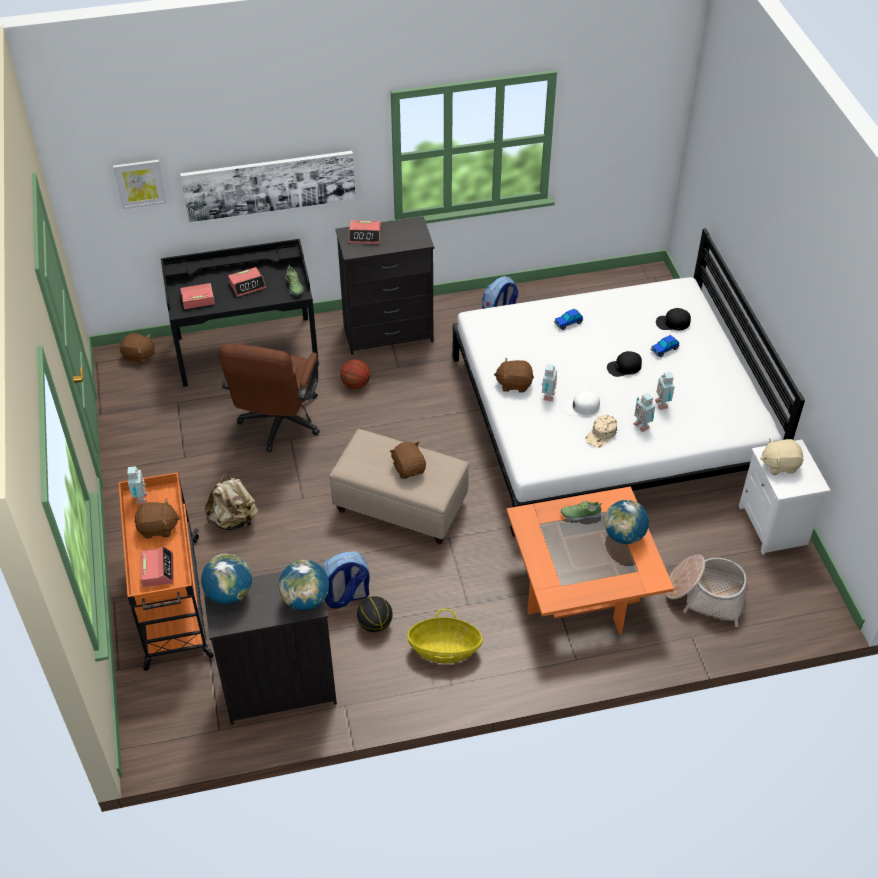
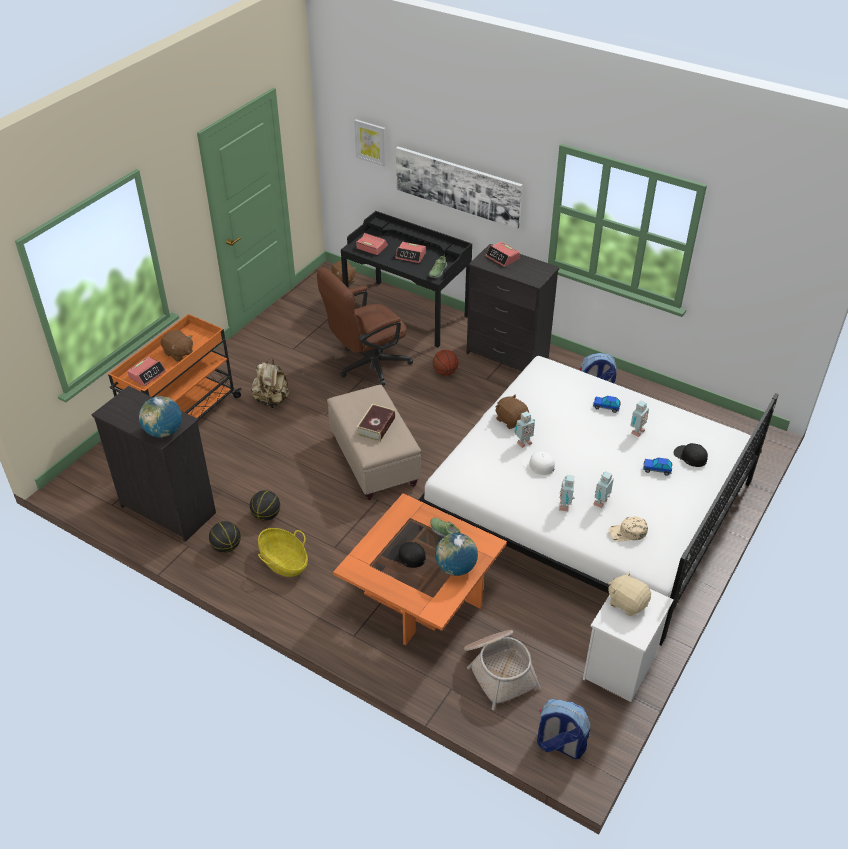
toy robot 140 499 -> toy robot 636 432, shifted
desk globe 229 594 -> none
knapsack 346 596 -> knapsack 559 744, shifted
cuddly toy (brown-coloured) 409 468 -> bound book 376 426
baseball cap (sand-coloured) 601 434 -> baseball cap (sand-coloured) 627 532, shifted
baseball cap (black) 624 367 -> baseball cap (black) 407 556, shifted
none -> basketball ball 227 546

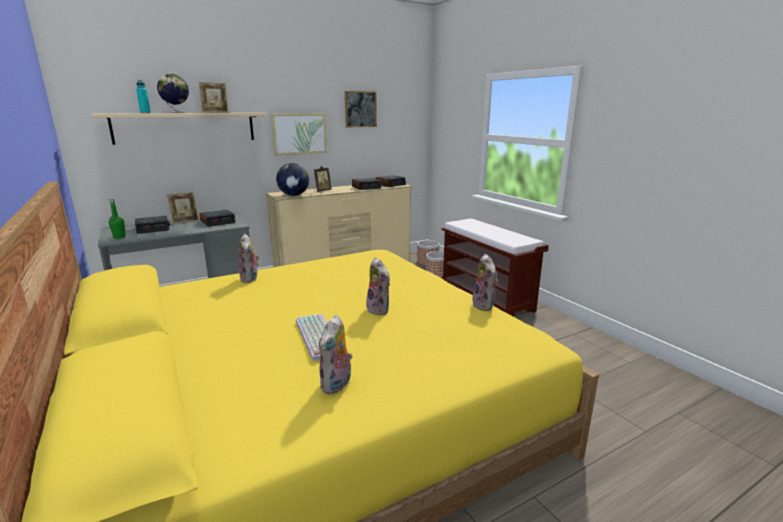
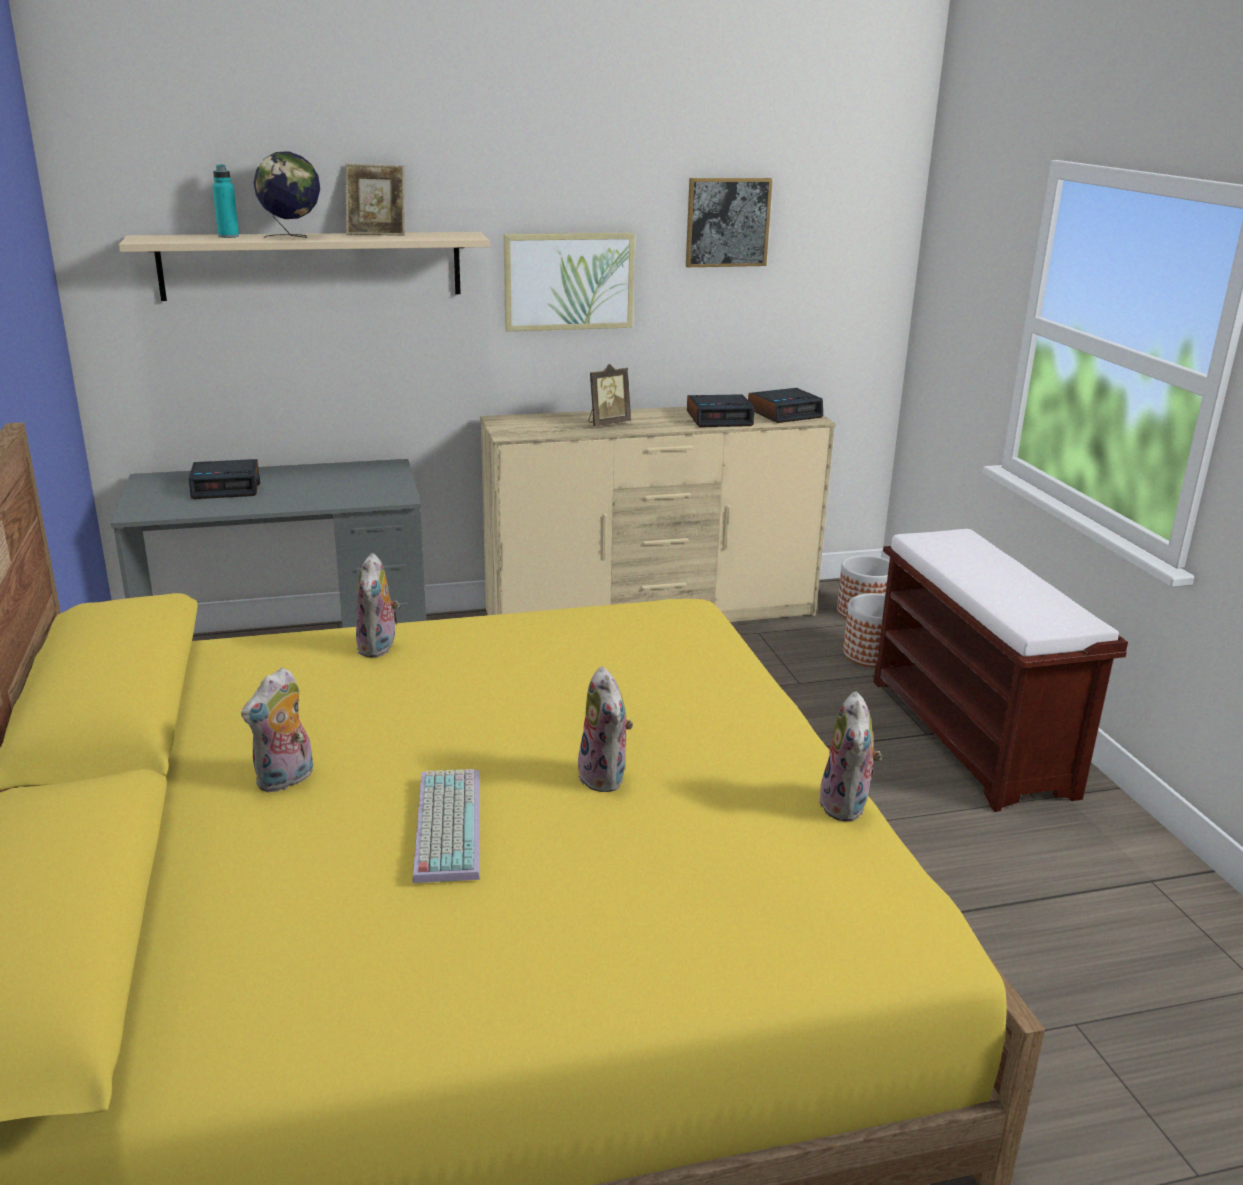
bottle (green) 119 237 -> none
photo frame 185 221 -> none
alarm clock 218 222 -> none
desk globe 294 195 -> none
cuddly toy 337 385 -> cuddly toy 286 780, shifted

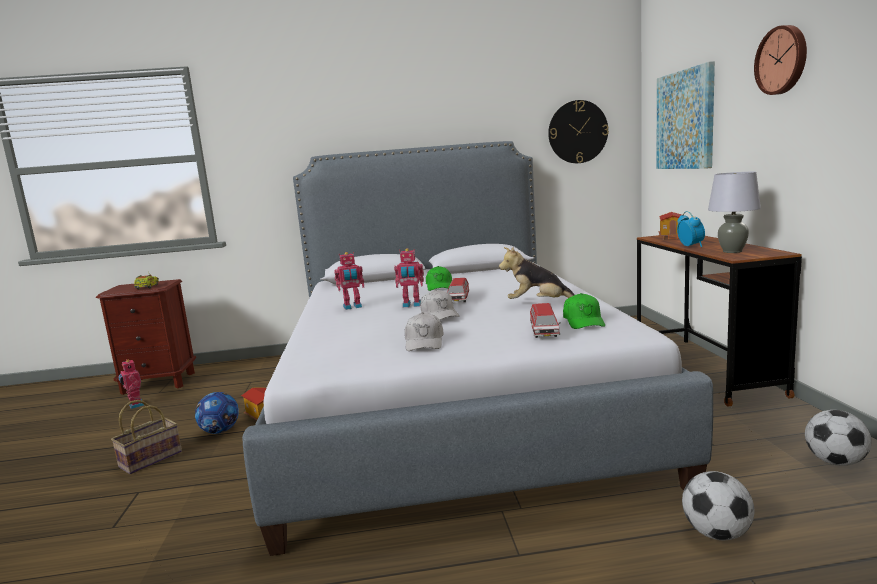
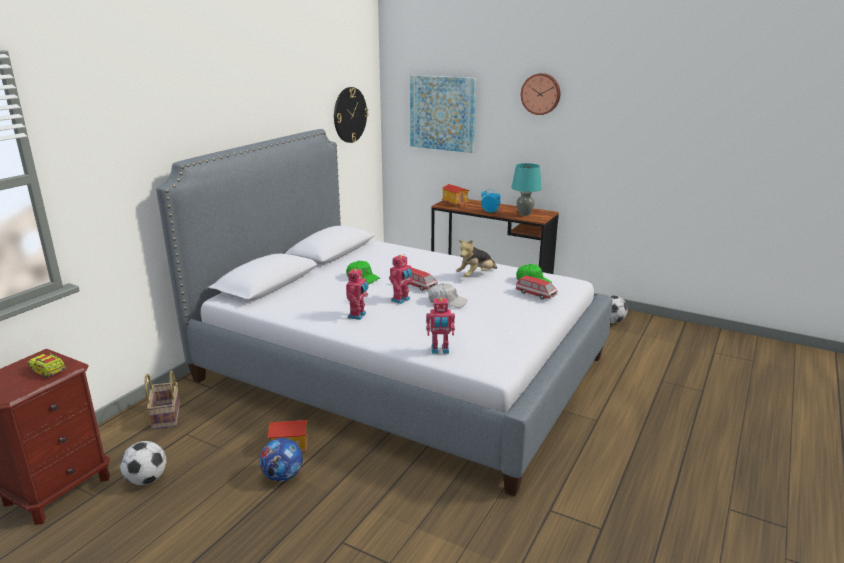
basket 151 458 -> basket 165 415, shifted
toy robot 135 405 -> toy robot 440 350, shifted
baseball cap (white) 424 342 -> none
football ball 716 533 -> football ball 146 480, shifted
lamp for a table (gray) 732 251 -> lamp for a table (turquoise-coloured) 524 214

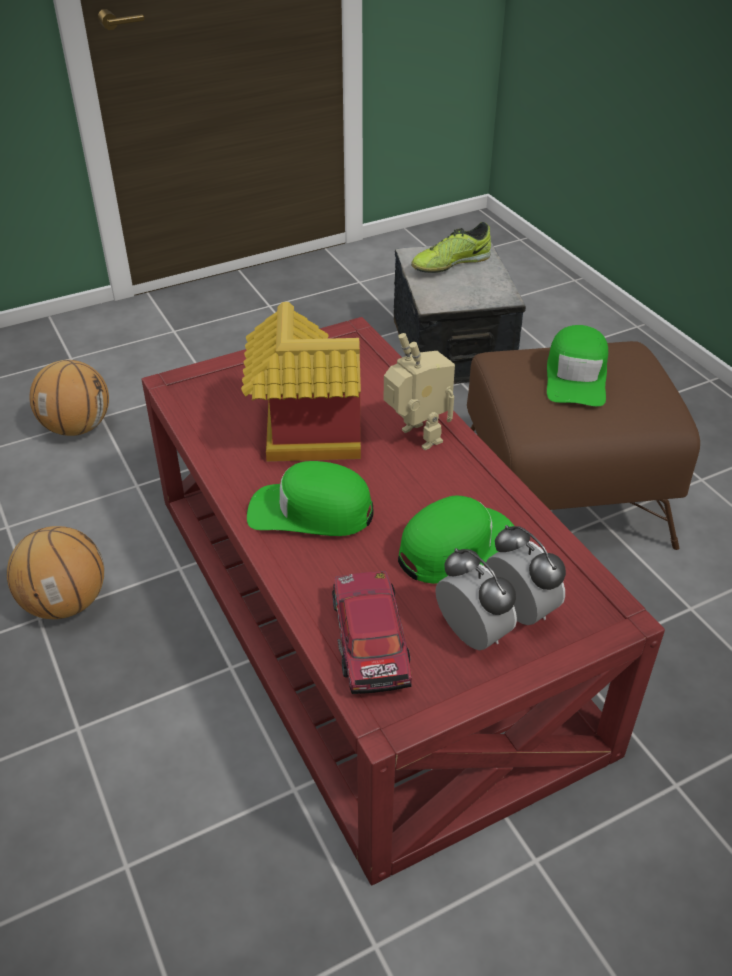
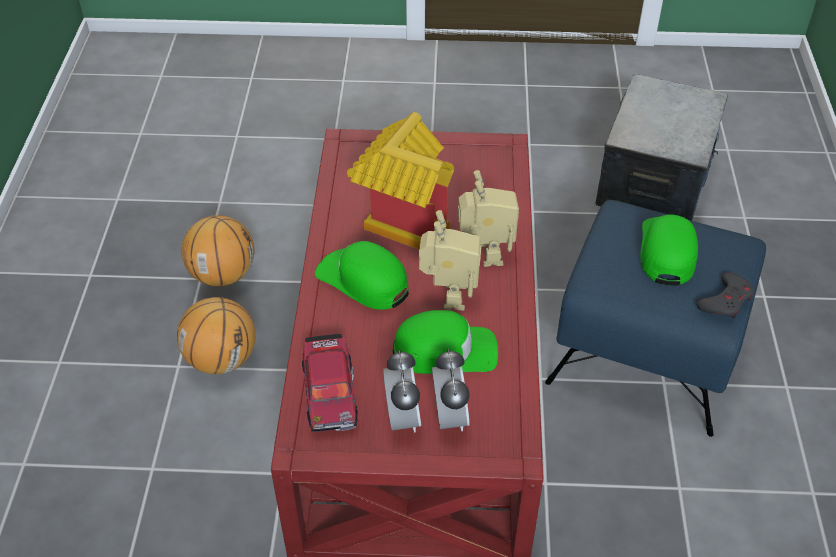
basketball ball 77 427 -> basketball ball 222 359, shifted
miniature car 369 642 -> miniature car 330 390, 150 degrees clockwise
low shoe 450 264 -> none
footrest (brown-coloured) 564 495 -> footrest (blue-coloured) 648 349
baseball cap (green) 576 376 -> baseball cap (green) 667 252, 150 degrees clockwise
none -> toy robot 448 296
none -> gamepad (gray) 726 300

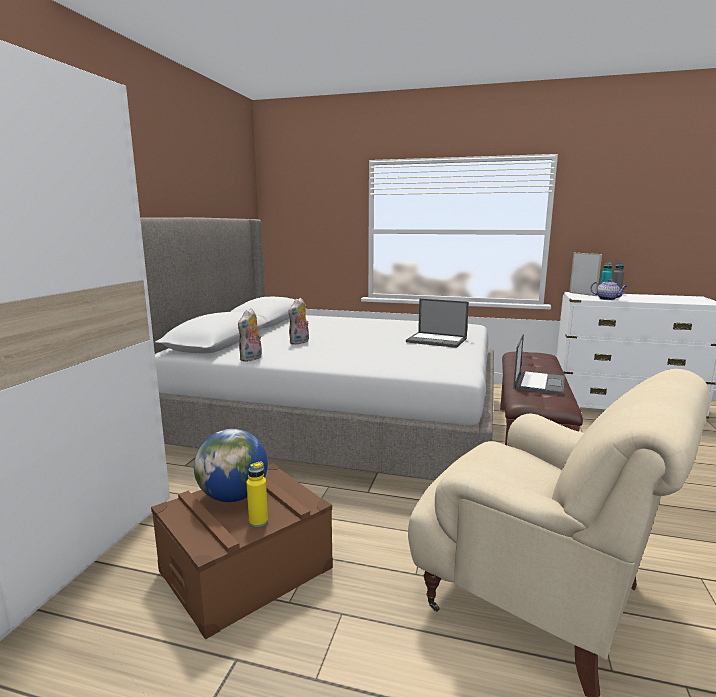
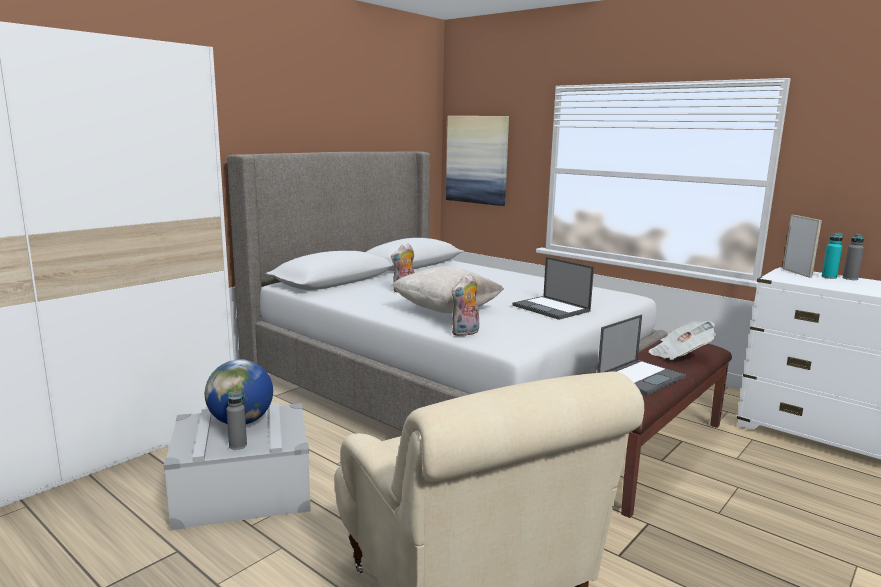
storage bin (brown-coloured) 246 569 -> storage bin (gray) 243 491
cuddly toy 251 359 -> cuddly toy 465 333, shifted
bottle (yellowish) 258 521 -> bottle (gray) 238 445
teapot 607 299 -> none
none -> throw pillow (sand-coloured) 446 311
none -> wall picture 477 160
none -> newspaper 680 355

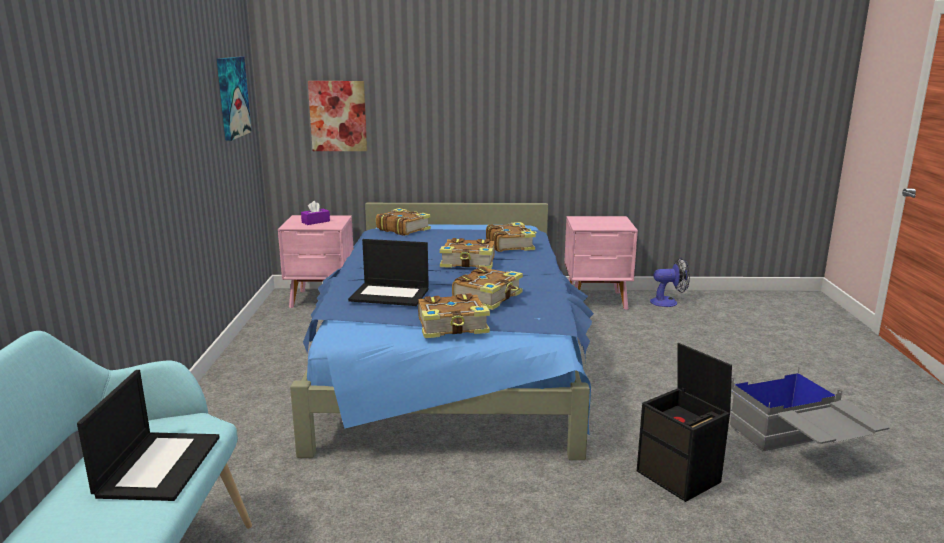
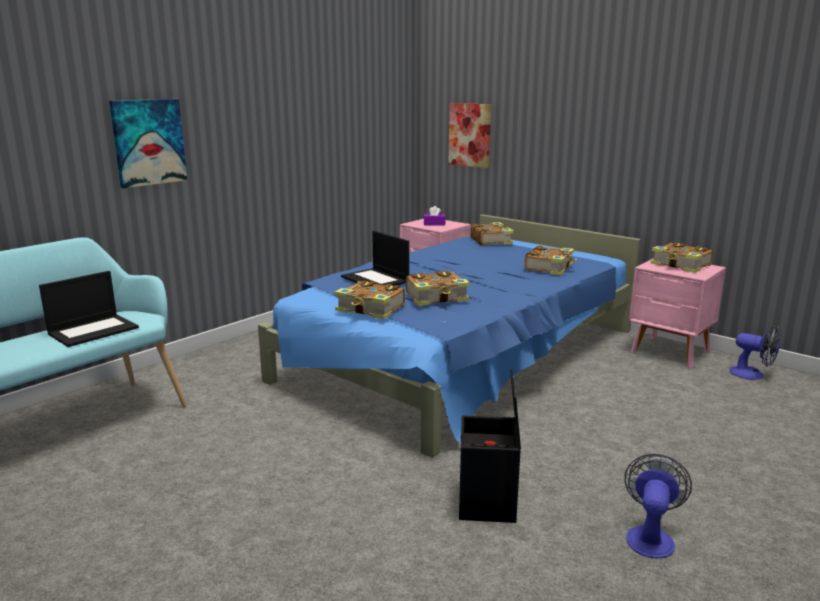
wall picture 232 97 -> wall picture 148 142, shifted
bound book 469 263 -> bound book 681 265, shifted
storage bin (gray) 799 448 -> electric fan 650 536

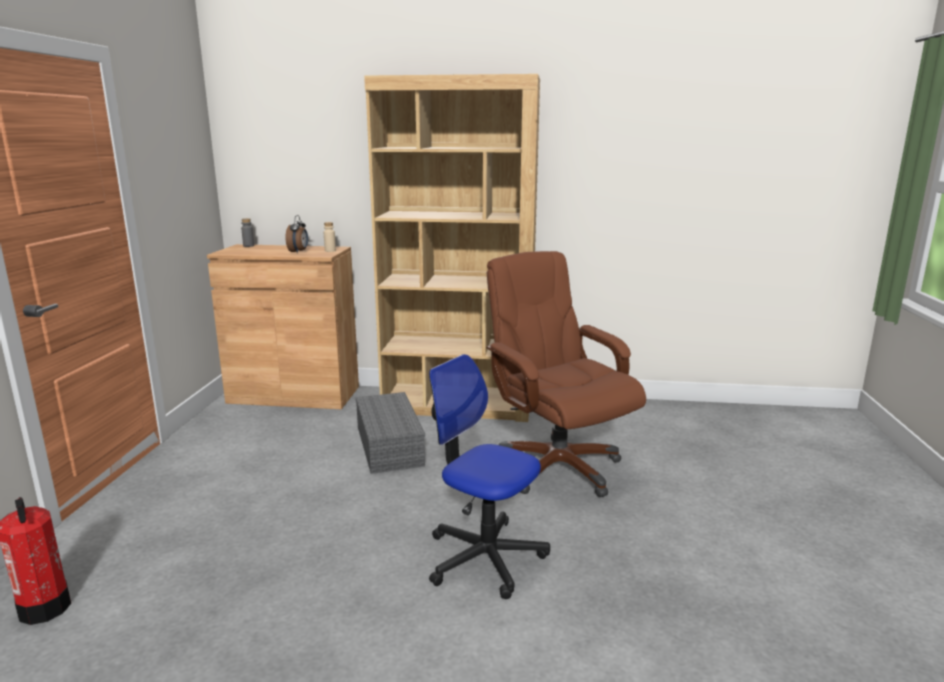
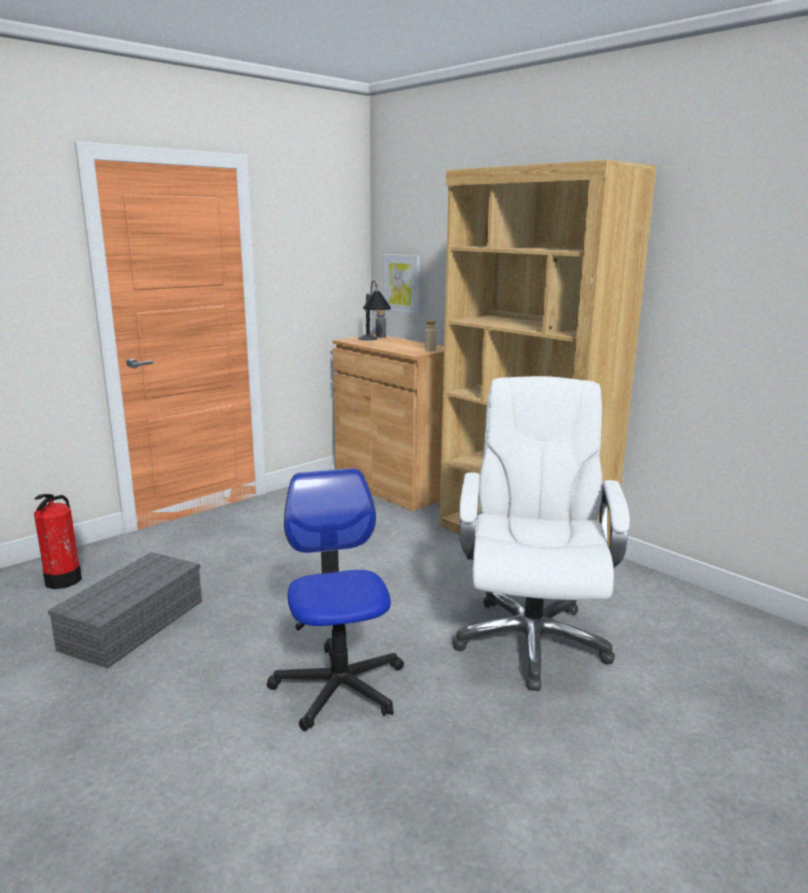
alarm clock 298 252 -> none
storage bin (gray) 388 445 -> storage bin (gray) 133 623, shifted
desk chair (brown-coloured) 557 467 -> desk chair (white) 531 640
none -> lamp for a table 373 342
none -> wall picture 402 284

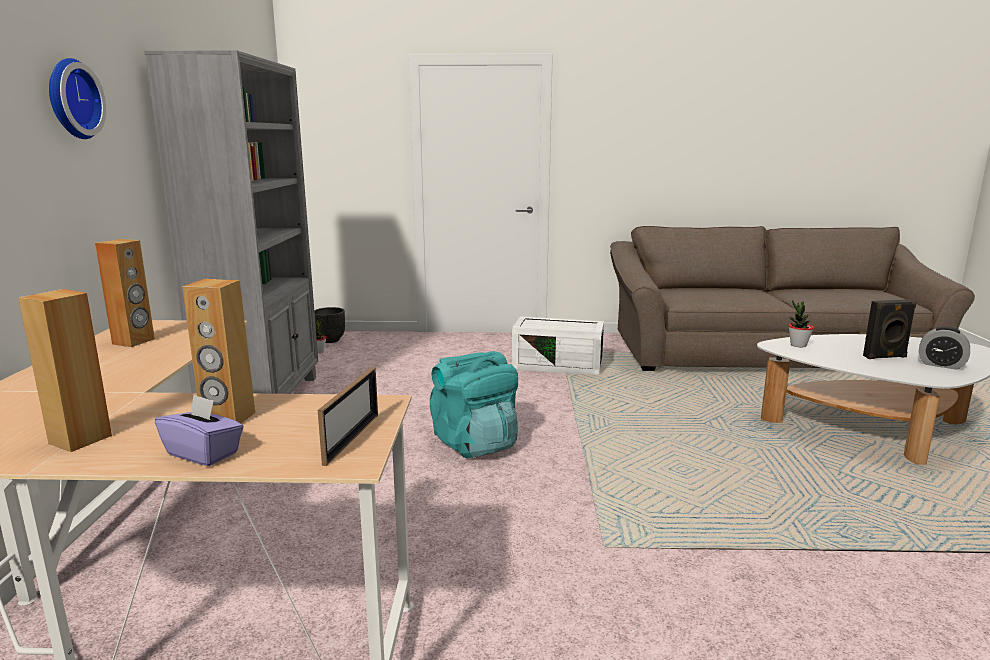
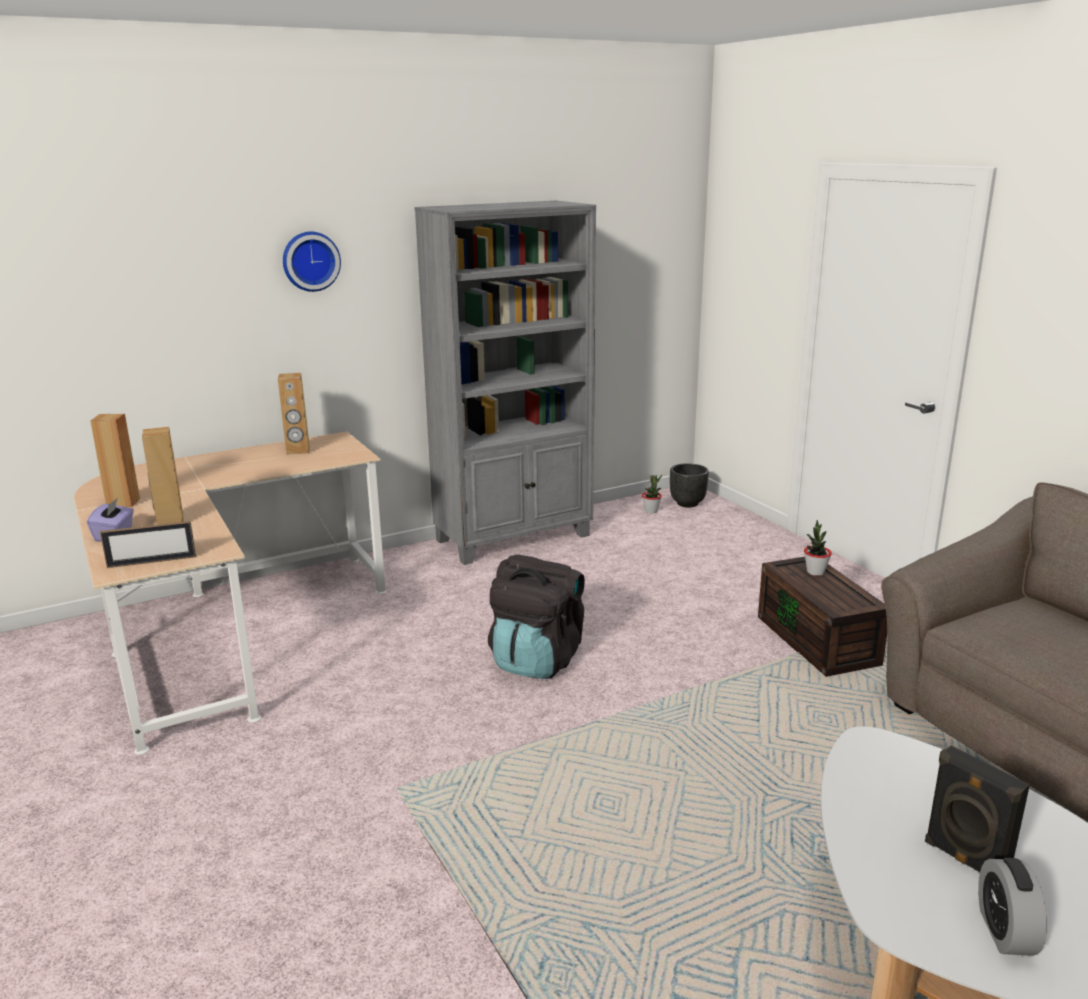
knapsack (turquoise-coloured) 475 444 -> knapsack (black) 537 660
storage bin (white) 559 365 -> storage bin (brown-coloured) 820 641
plant in a pot 798 345 -> plant in a pot 815 572, shifted

